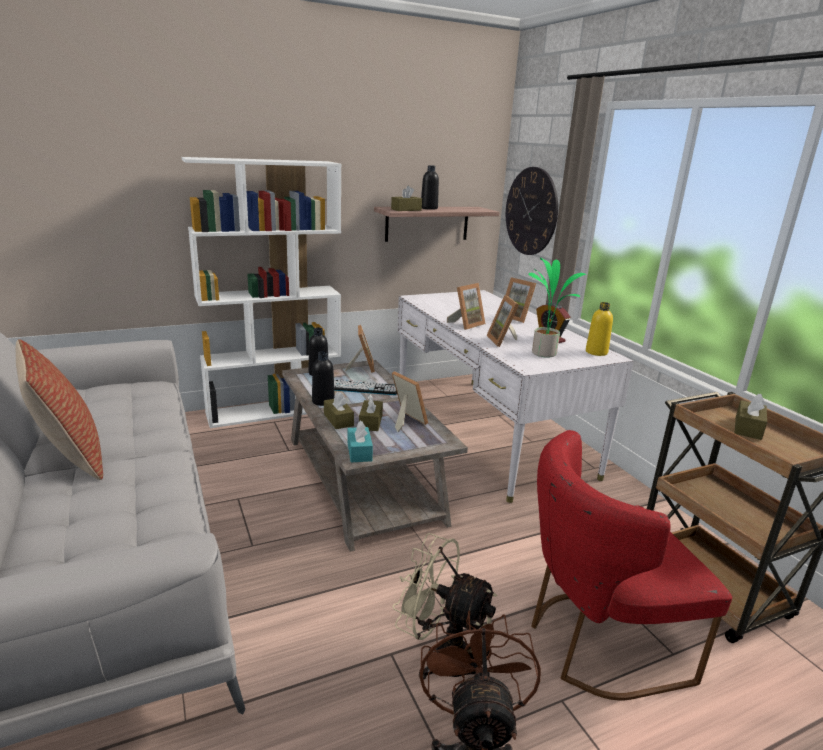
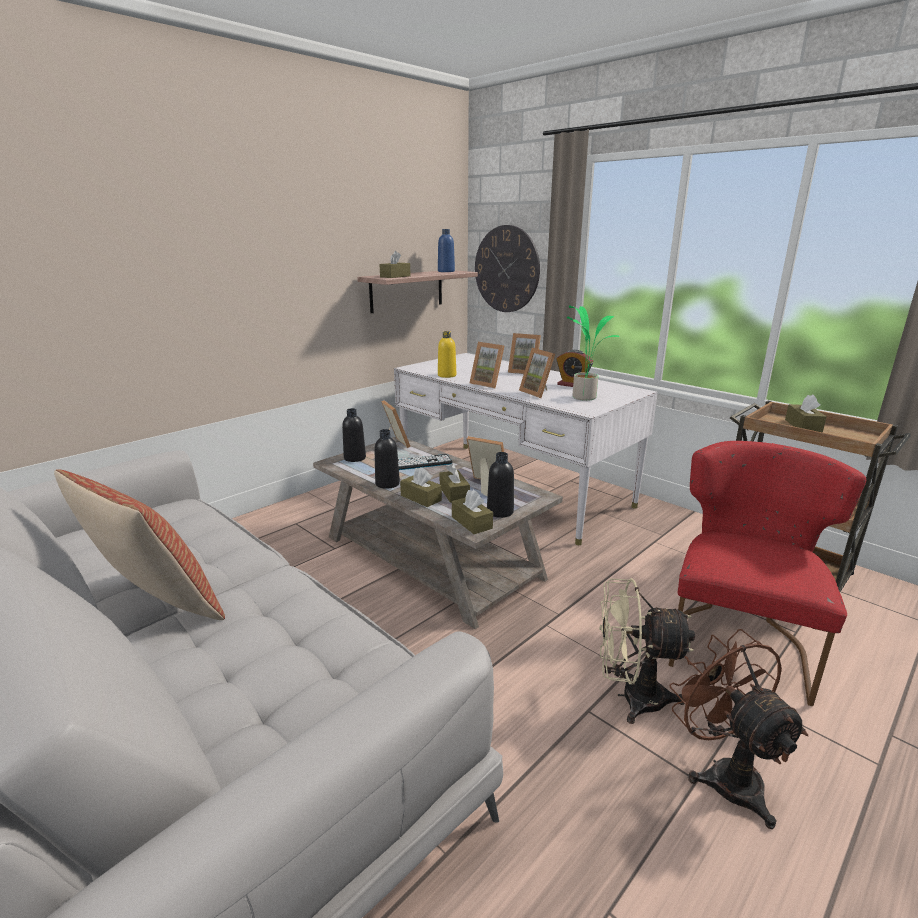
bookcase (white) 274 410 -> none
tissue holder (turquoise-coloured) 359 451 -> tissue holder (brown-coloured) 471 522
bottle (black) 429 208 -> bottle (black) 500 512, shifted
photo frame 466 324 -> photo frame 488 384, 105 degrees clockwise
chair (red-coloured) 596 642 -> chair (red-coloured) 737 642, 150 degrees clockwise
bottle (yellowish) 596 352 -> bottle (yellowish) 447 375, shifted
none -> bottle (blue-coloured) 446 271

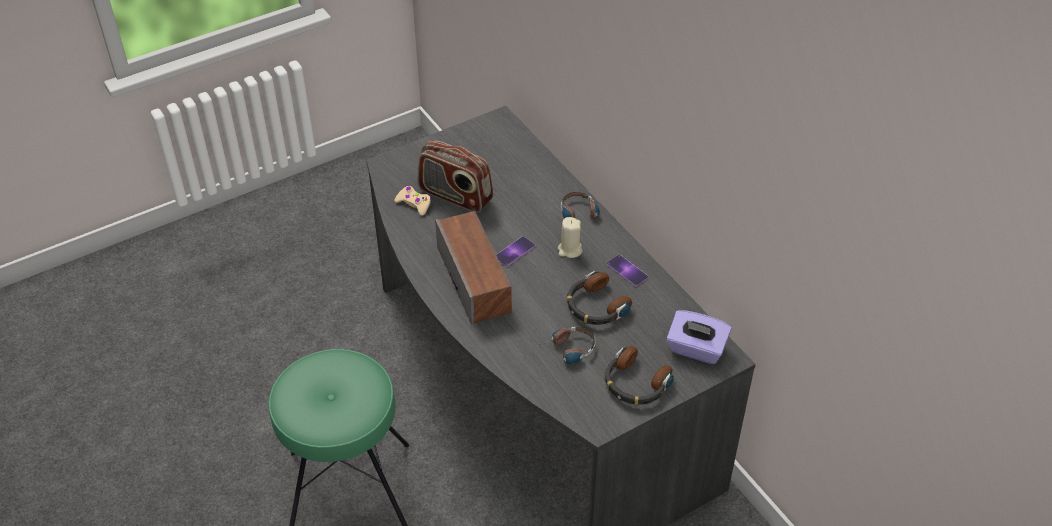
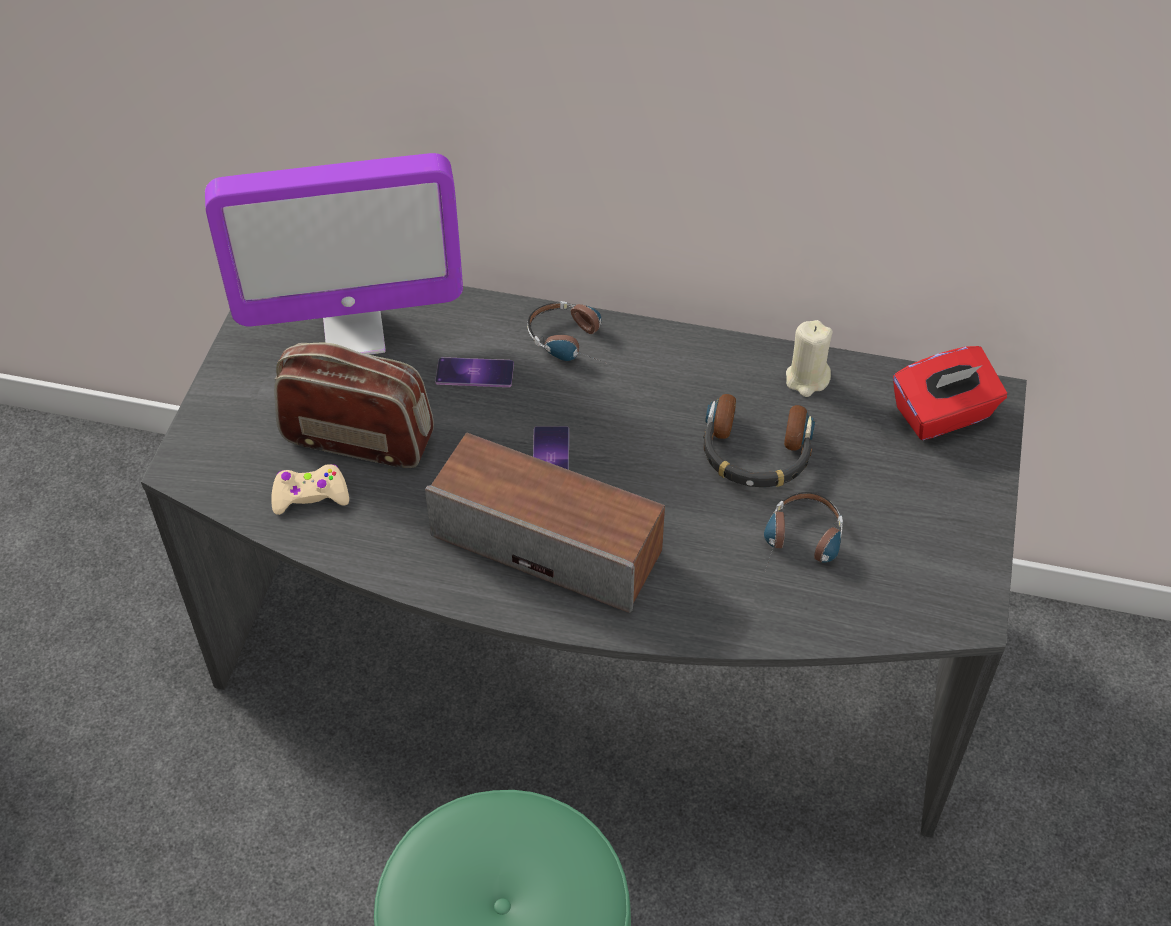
radio set 455 196 -> radio set 358 438, 150 degrees counterclockwise
wax light (sand-coloured) 570 250 -> wax light (sand-coloured) 807 379, shifted
pair of headphones 635 384 -> none
telephone 627 270 -> telephone 474 373, shifted
tissue holder (purple-coloured) 696 349 -> tissue holder (red-coloured) 943 415
none -> computer display 354 333

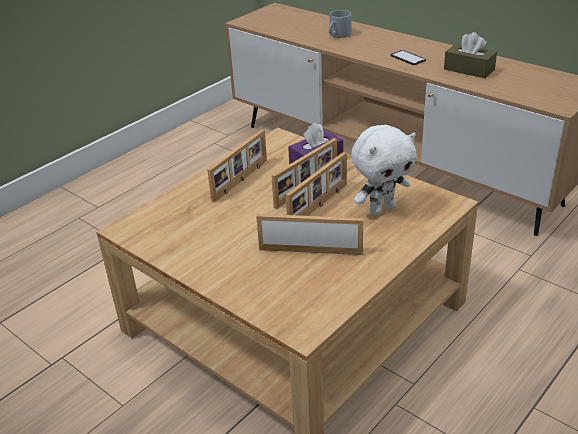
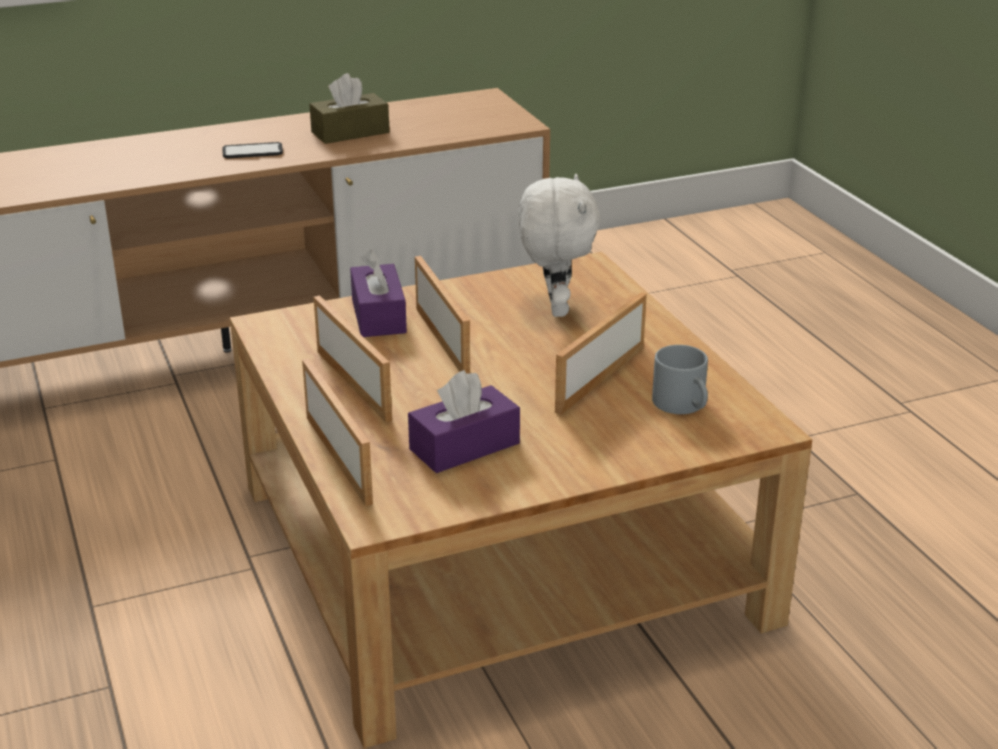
photo frame 319 205 -> photo frame 341 458, shifted
coffee mug (gray) 338 35 -> coffee mug (gray) 684 405, shifted
none -> tissue holder (purple-coloured) 464 446

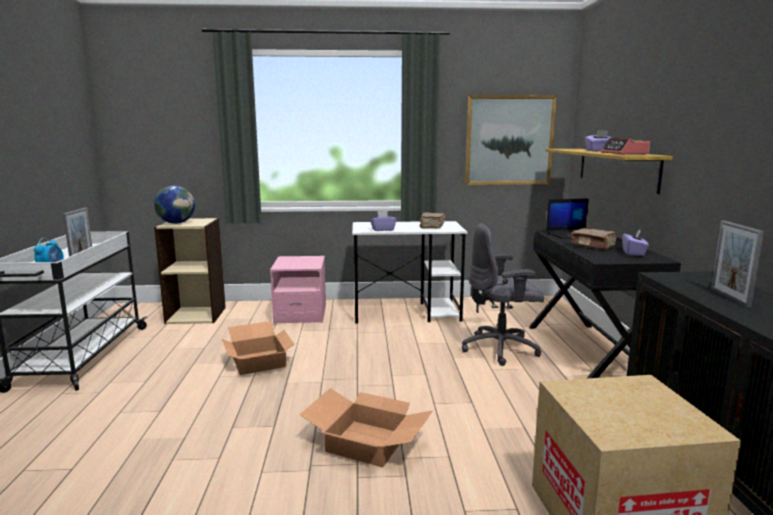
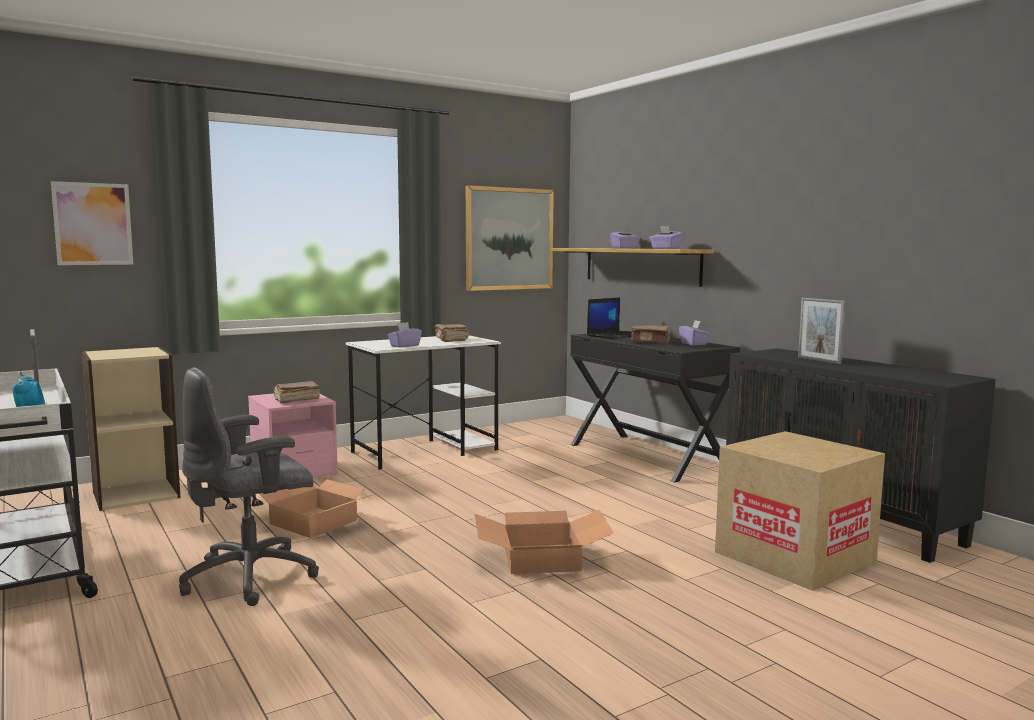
desk globe 176 223 -> none
desk chair (gray) 501 349 -> desk chair (gray) 252 577, shifted
alarm clock 624 153 -> tissue holder (purple-coloured) 665 248
none -> wall picture 93 224
none -> bound book (brown-coloured) 296 400

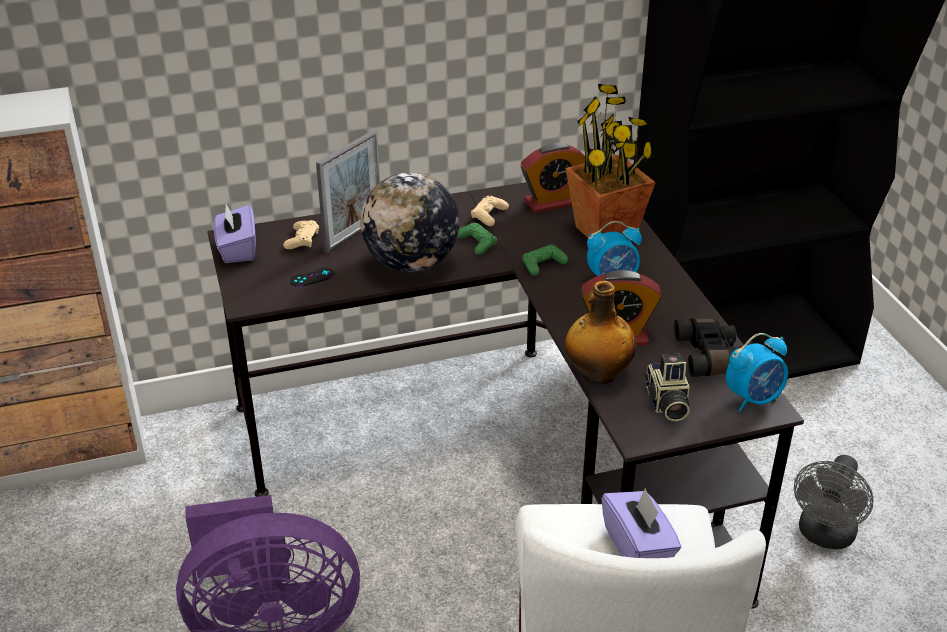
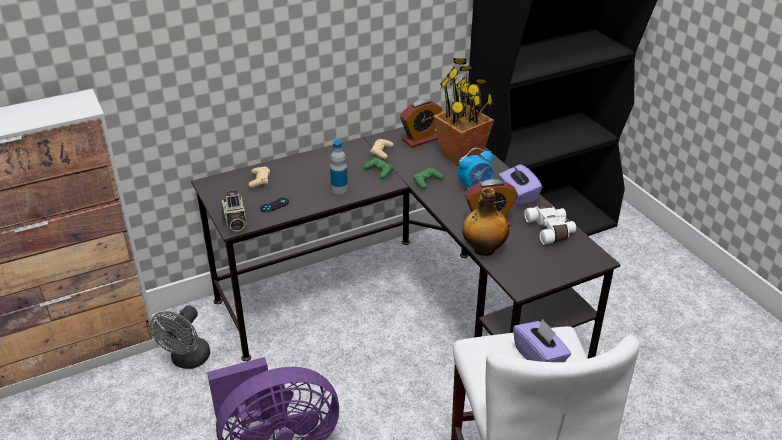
tissue holder (purple-coloured) 237 249 -> tissue holder (purple-coloured) 518 196, shifted
photo frame 353 235 -> none
desk globe 411 263 -> bottle 339 189
still camera 666 403 -> still camera 234 222, shifted
field glasses (black) 710 356 -> field glasses (white) 551 230
alarm clock 753 399 -> none
electric fan (gray) 824 536 -> electric fan (gray) 187 360, shifted

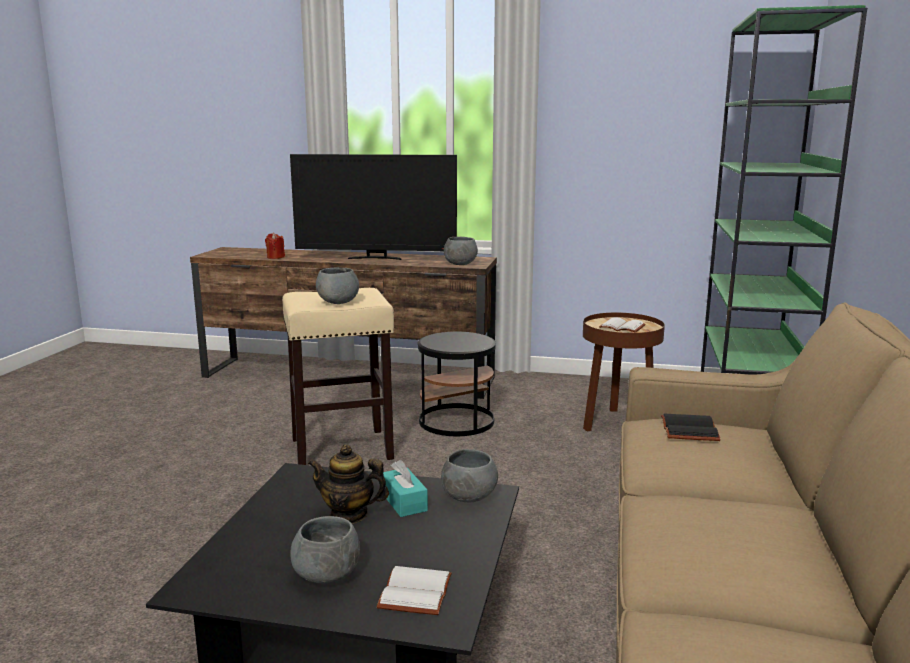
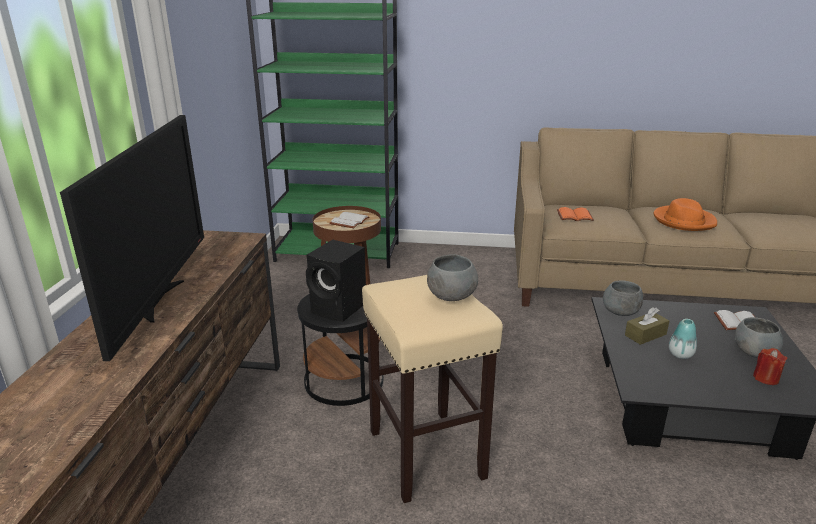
wax light (red-coloured) 275 257 -> wax light (red-coloured) 766 378, shifted
teapot 349 515 -> flower vase 680 354
tissue holder (turquoise-coloured) 404 502 -> tissue holder (brown-coloured) 645 335
bowl (gray) 460 264 -> none
bound book (black) 687 429 -> bound book (orange-coloured) 574 216
none -> audio speaker (black) 340 309
none -> wearable hat (orange-coloured) 684 221

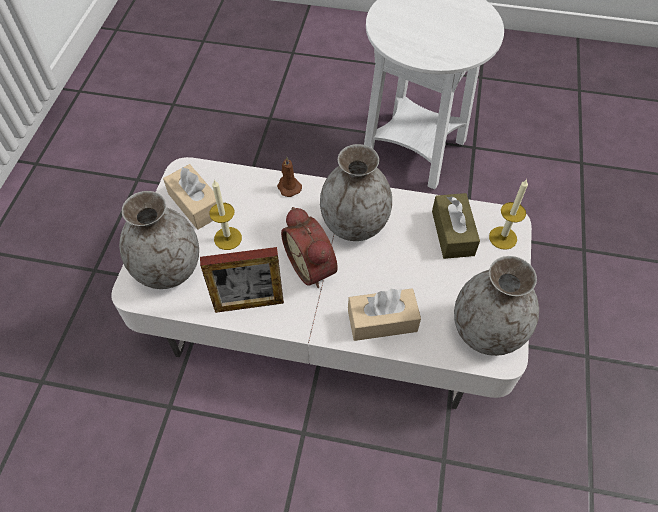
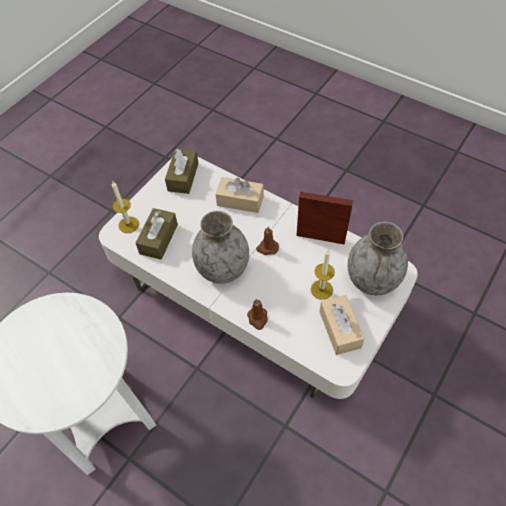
alarm clock 313 266 -> wax light (brown-coloured) 267 248
flower vase (gray) 486 331 -> tissue holder (brown-coloured) 183 177

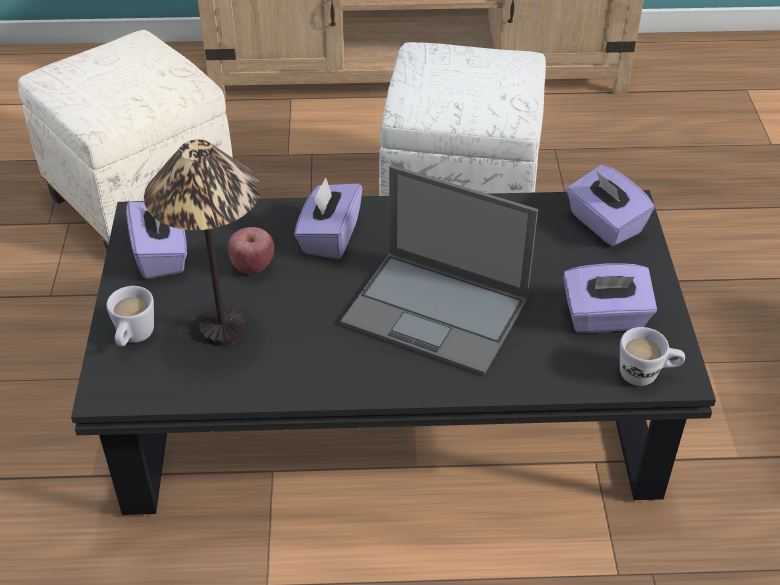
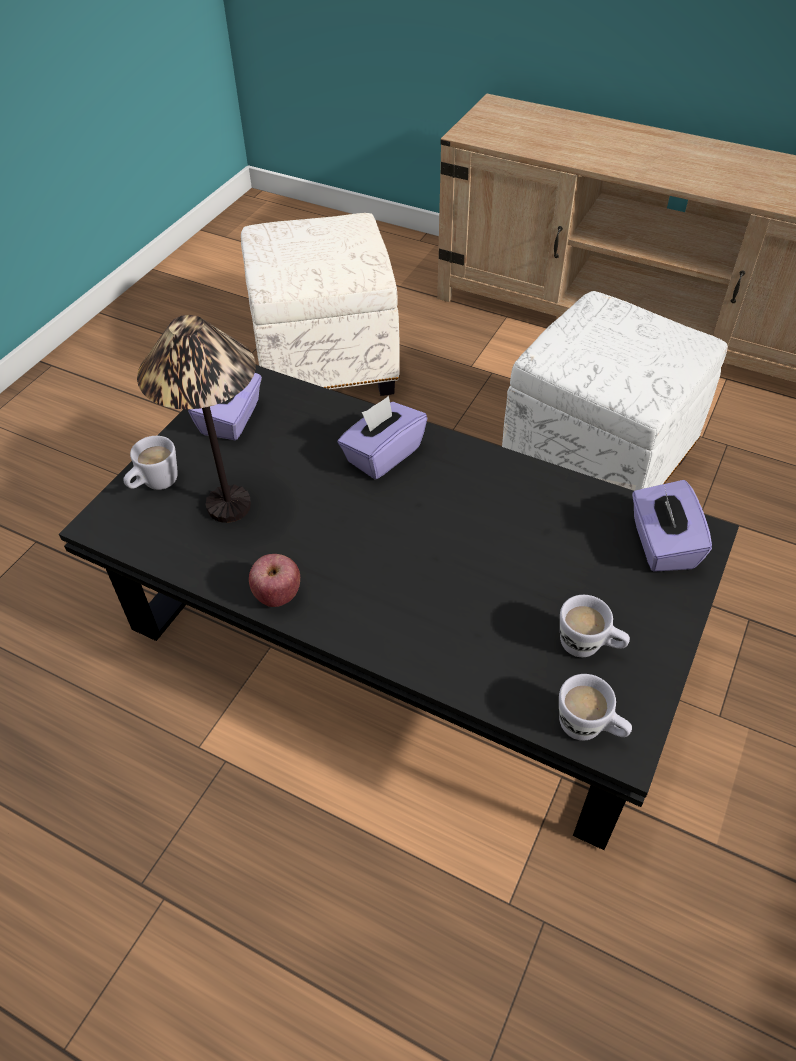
apple fruit 252 266 -> apple fruit 277 595, shifted
portable computer 437 312 -> none
tissue holder (purple-coloured) 605 318 -> coffee mug (white) 589 646

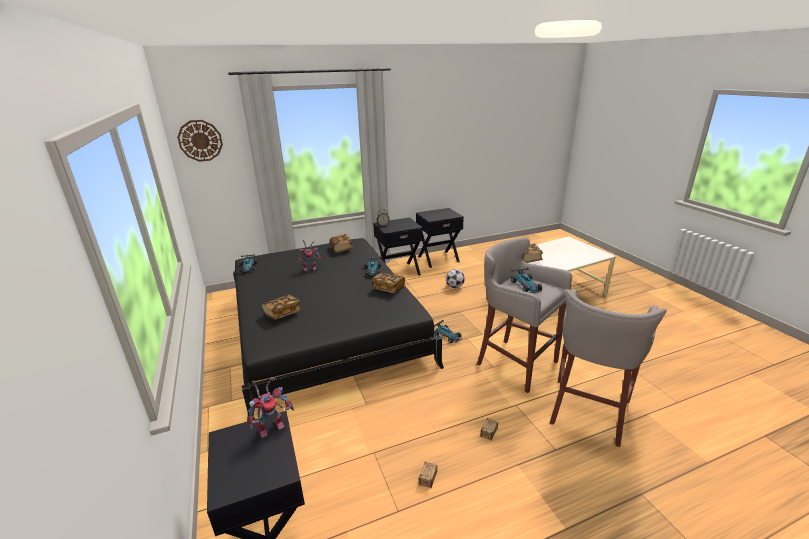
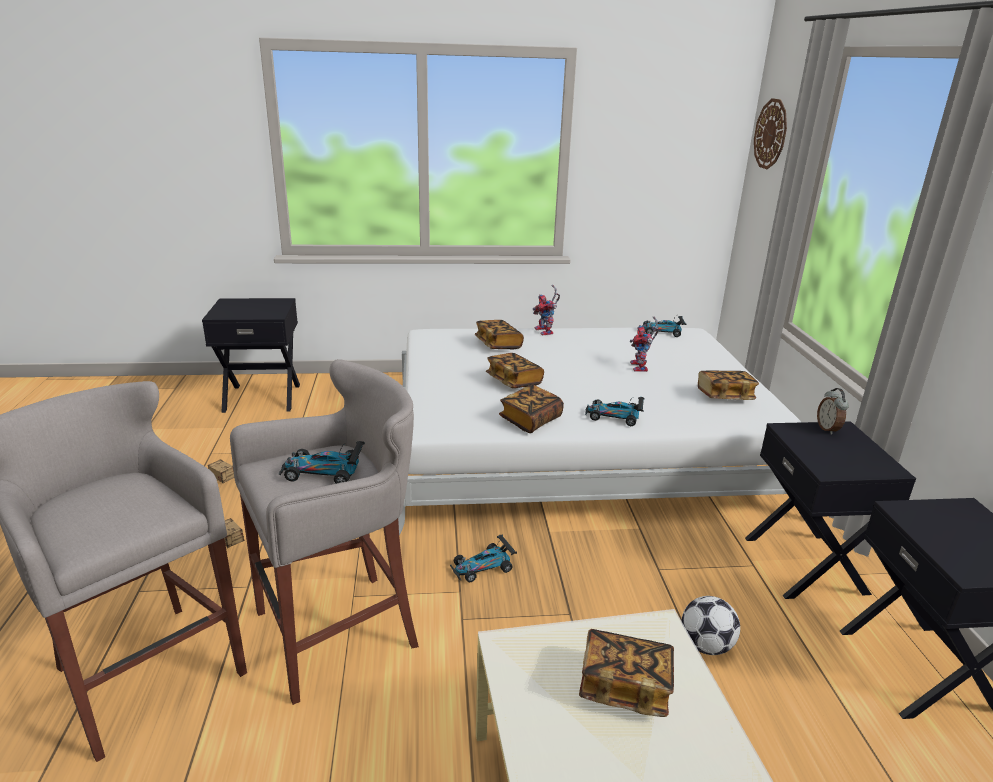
sleeping bed (black) 325 326 -> sleeping bed (white) 575 446
toy robot 272 426 -> toy robot 546 332, shifted
none -> bound book 514 381

